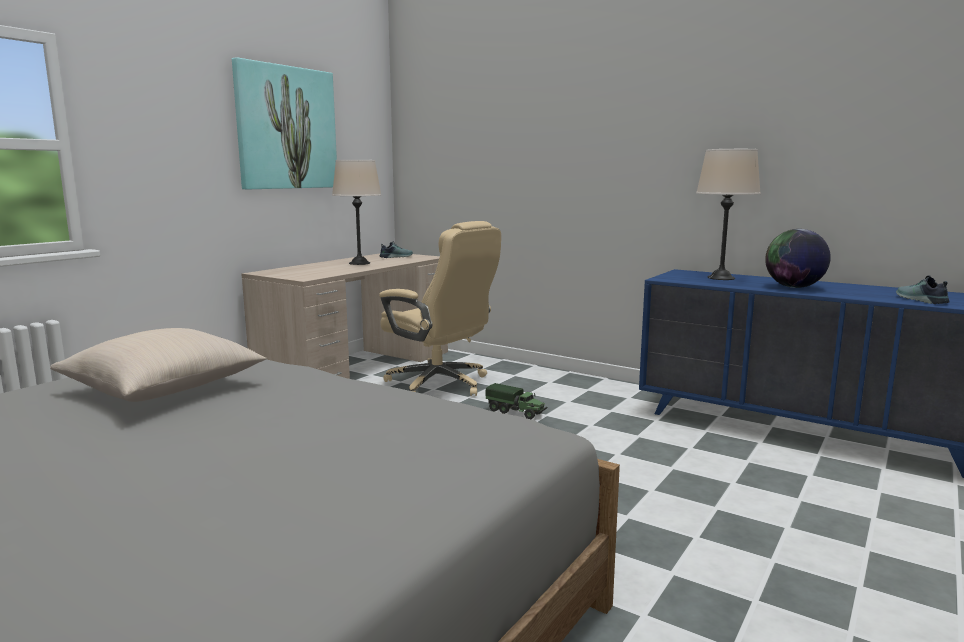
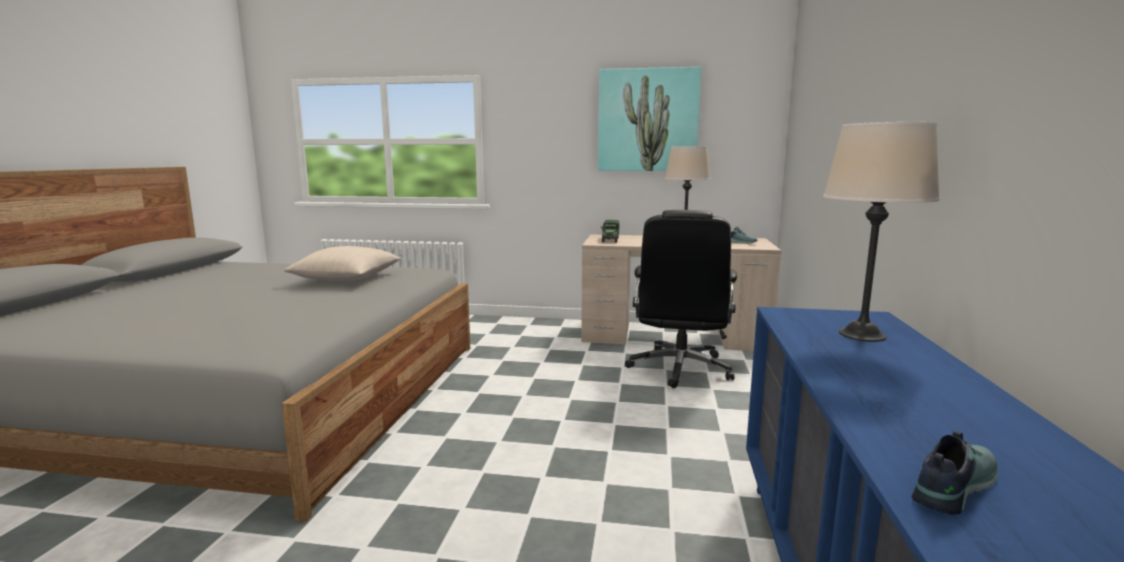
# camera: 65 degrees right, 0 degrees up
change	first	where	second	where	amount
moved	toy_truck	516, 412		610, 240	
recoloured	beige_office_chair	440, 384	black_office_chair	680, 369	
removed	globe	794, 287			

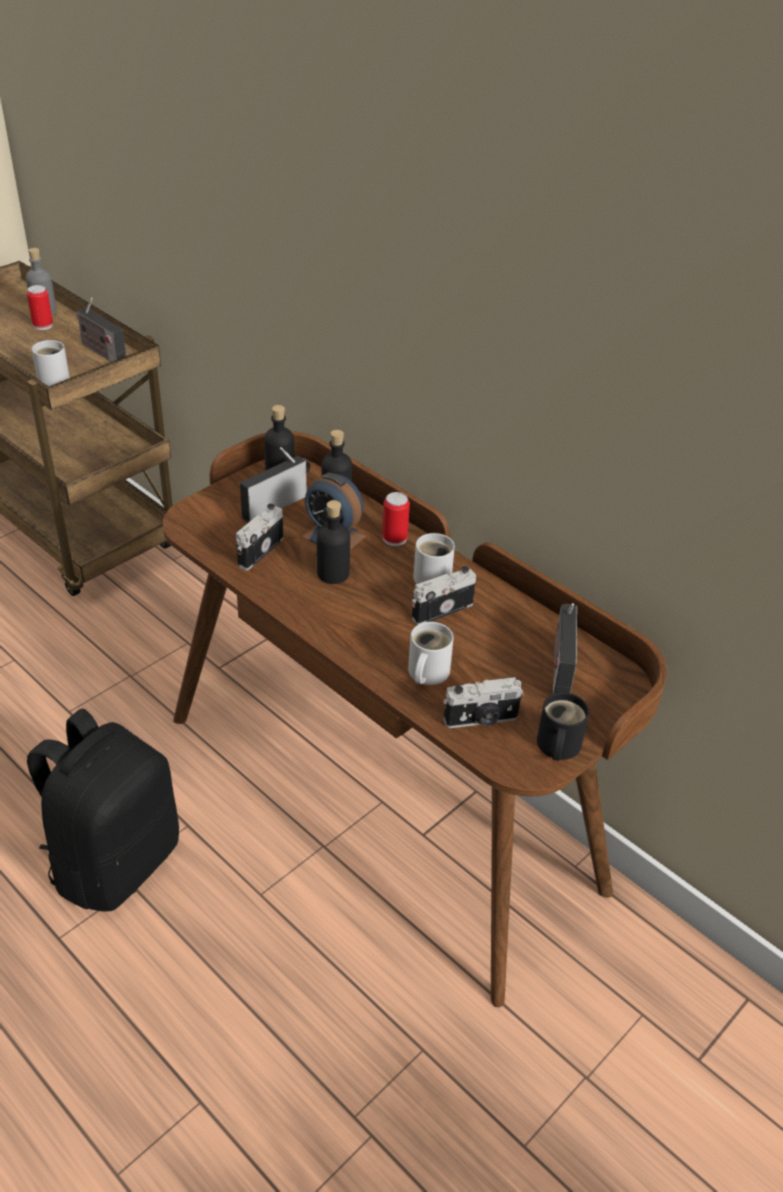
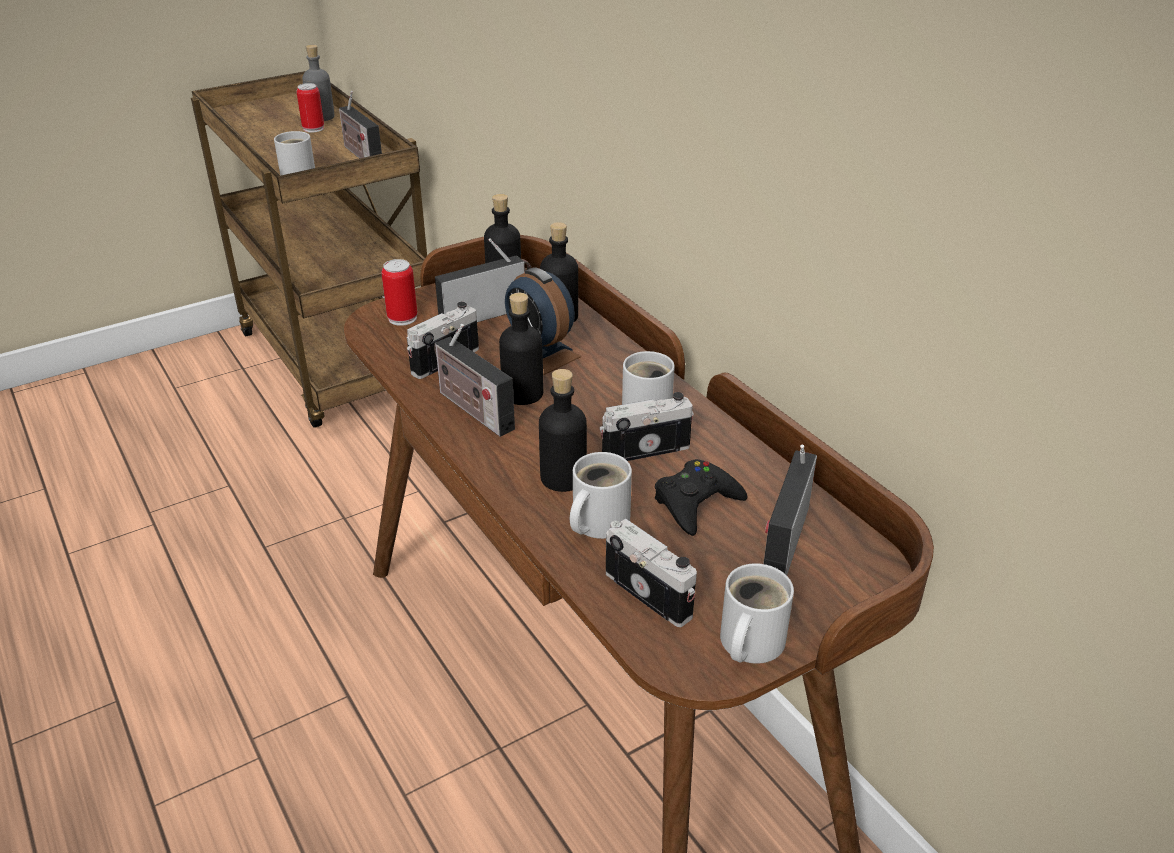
# camera: 15 degrees right, 5 degrees down
change	first	where	second	where	amount
moved	can	394, 538		402, 318	
added			radio	472, 409	
added			black_bottle	563, 477	
turned	photo_camera	481, 720		650, 592	135 degrees counterclockwise
added			black_game_controller	696, 503	
recoloured	black_mug	556, 746	white_mug	747, 643	
removed	black_backpack	115, 861			

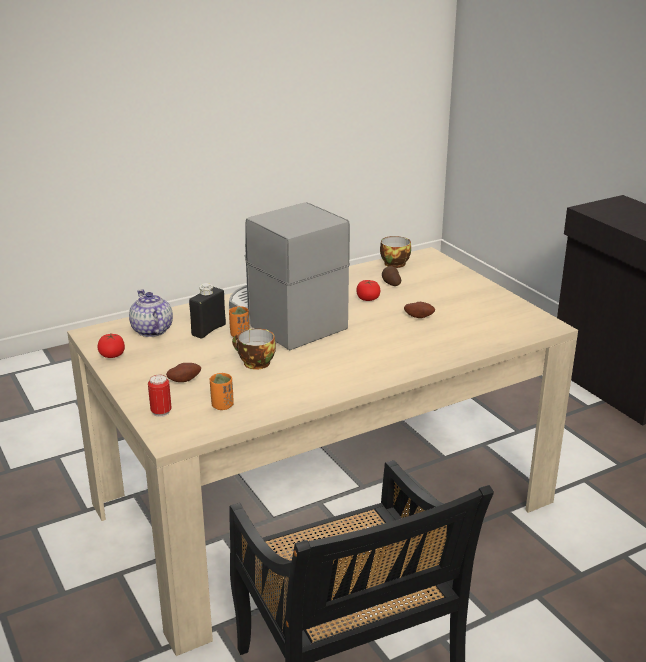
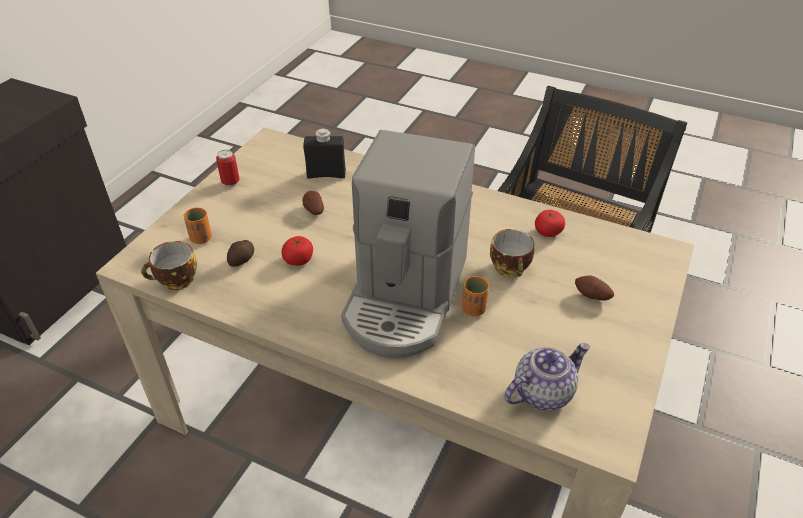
# camera: 125 degrees left, 15 degrees up
change	first	where	second	where	amount
moved	orange_cup	222, 405		201, 238	
moved	can	161, 412		230, 182	
moved	black_bottle	208, 330		326, 174	
turned	teapot	151, 330		542, 392	150 degrees counterclockwise
moved	tomato	112, 354		548, 232	

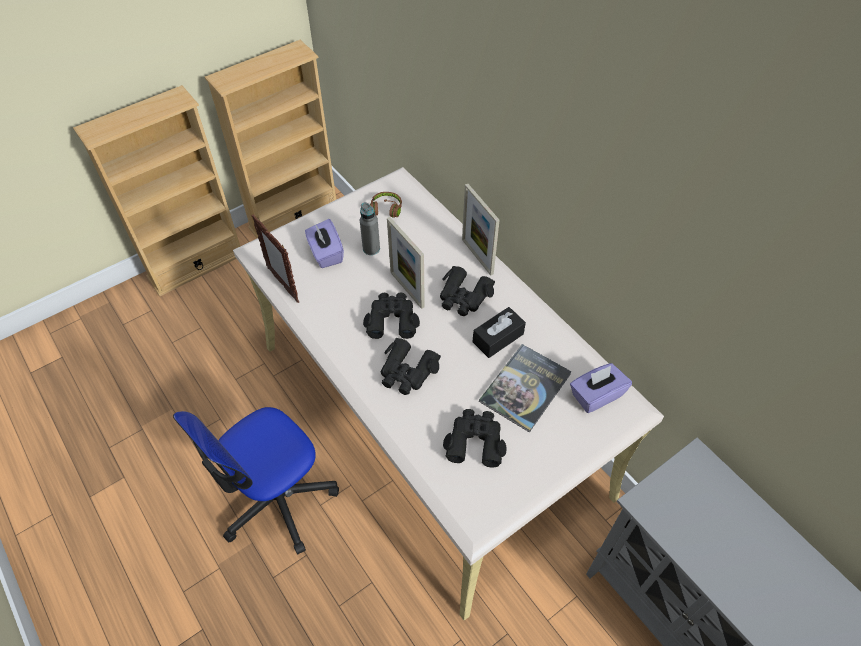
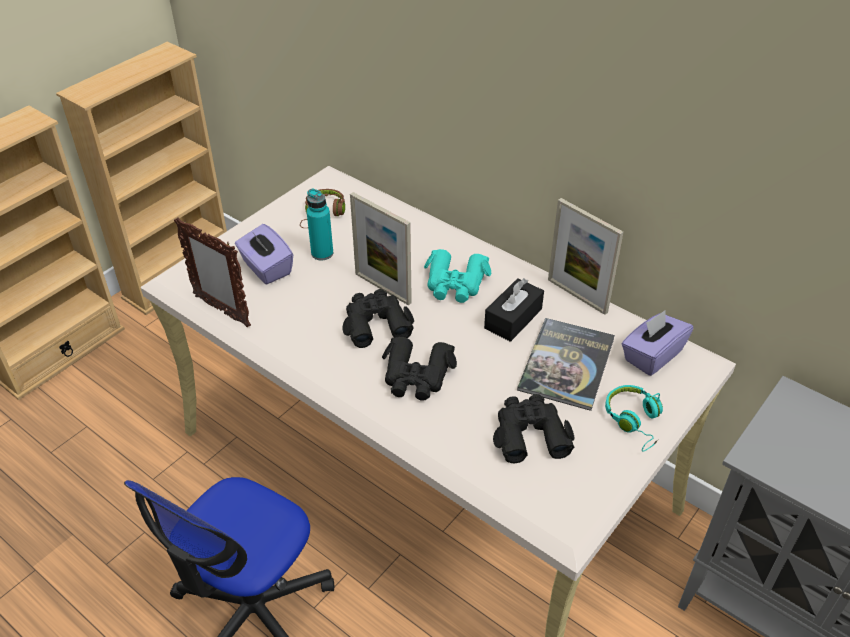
# camera: 15 degrees left, 10 degrees down
change	first	where	second	where	amount
recoloured	grey_bottle	371, 249	turquoise_bottle	322, 253	
recoloured	black_binoculars	464, 297	turquoise_binoculars	455, 284	
moved	picture_frame	477, 256		577, 296	
added			turquoise_headphones	635, 421	

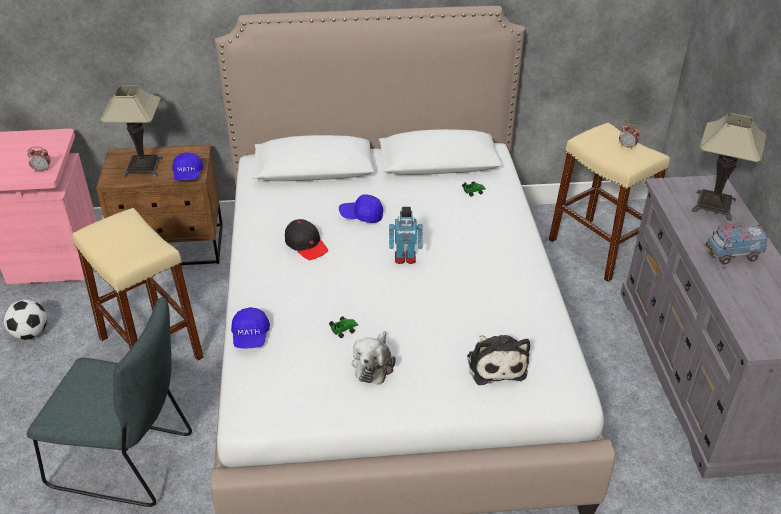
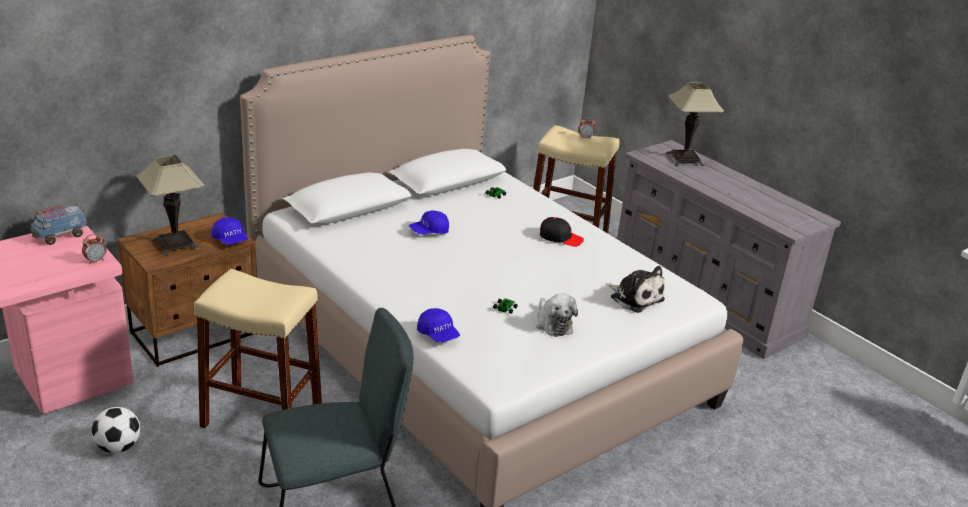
# camera: 35 degrees left, 10 degrees down
change	first	where	second	where	amount
moved	toy_truck	732, 255		60, 236	
moved	black_cap	306, 245		560, 238	
removed	toy_robot	405, 258			

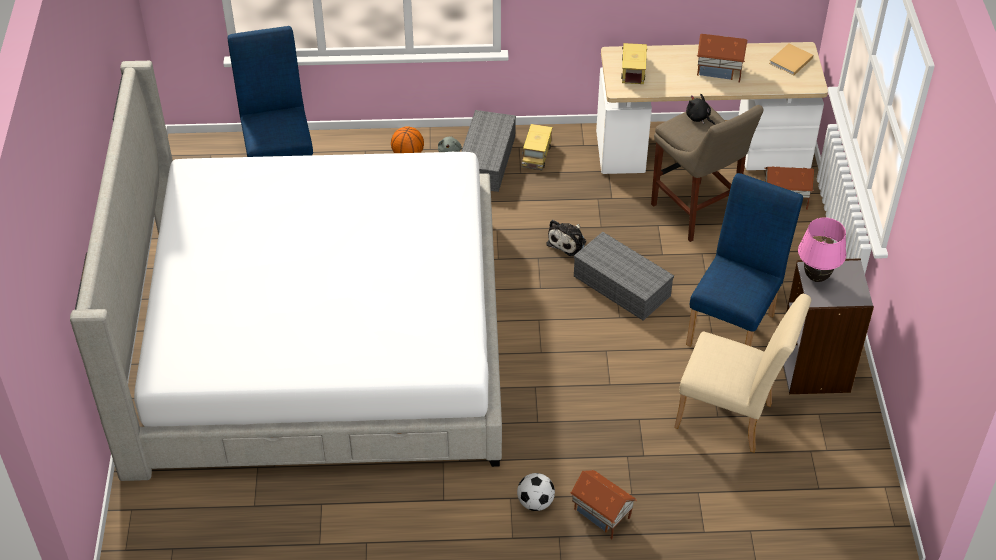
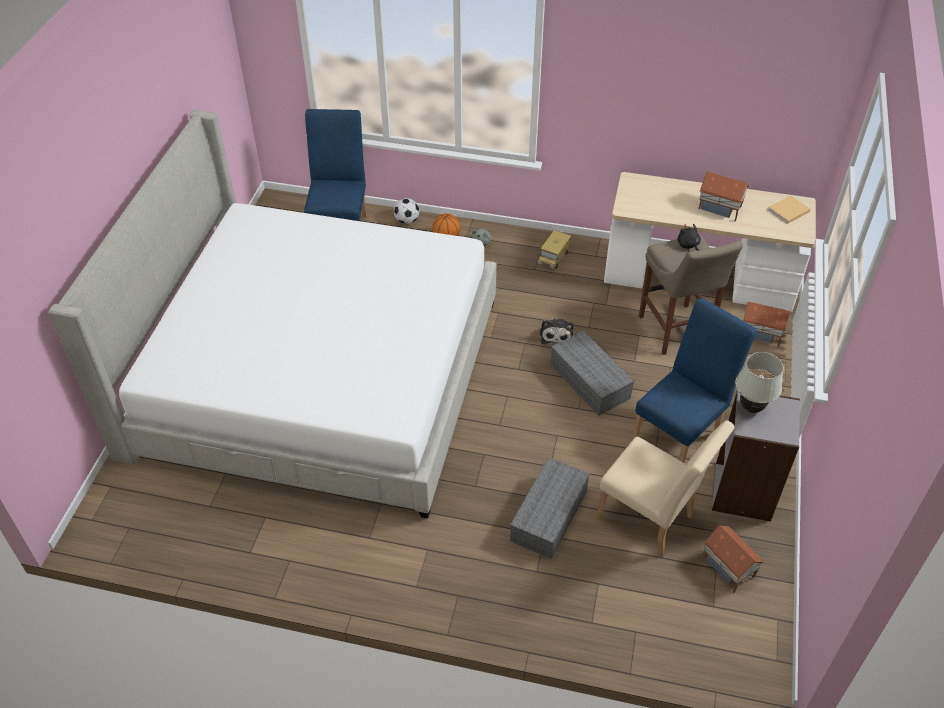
# camera: 15 degrees right, 0 degrees up
change	first	where	second	where	amount
moved	football	535, 502		407, 220	
moved	grey_storage_box	487, 161		549, 517	
turned	plush_toy	568, 242		555, 334	45 degrees counterclockwise
moved	toy_house	601, 515		727, 569	
recoloured	pink_table_lamp	816, 277	white_table_lamp	751, 408	
removed	toy_truck	633, 70			

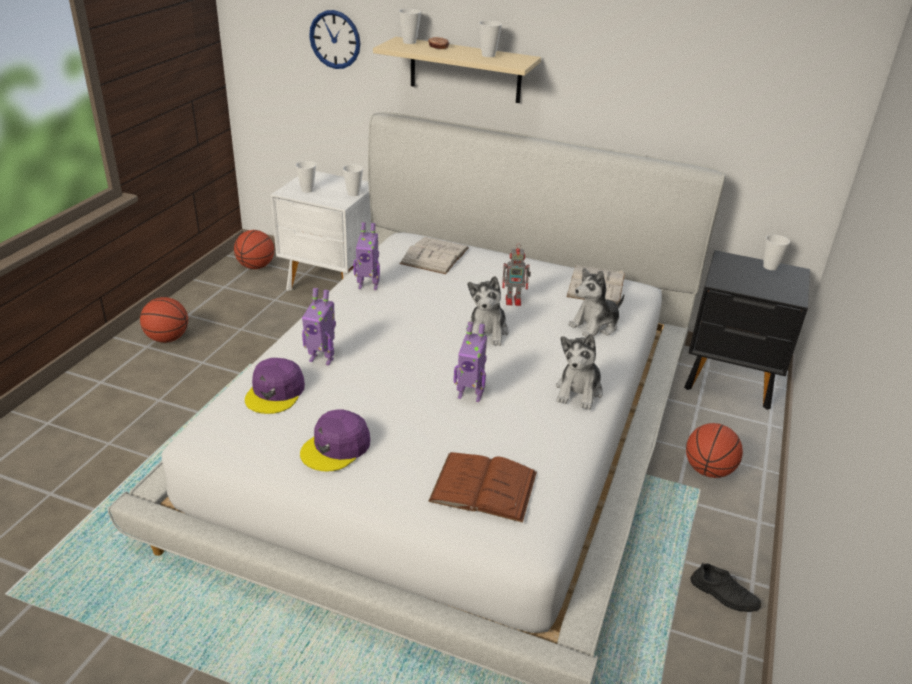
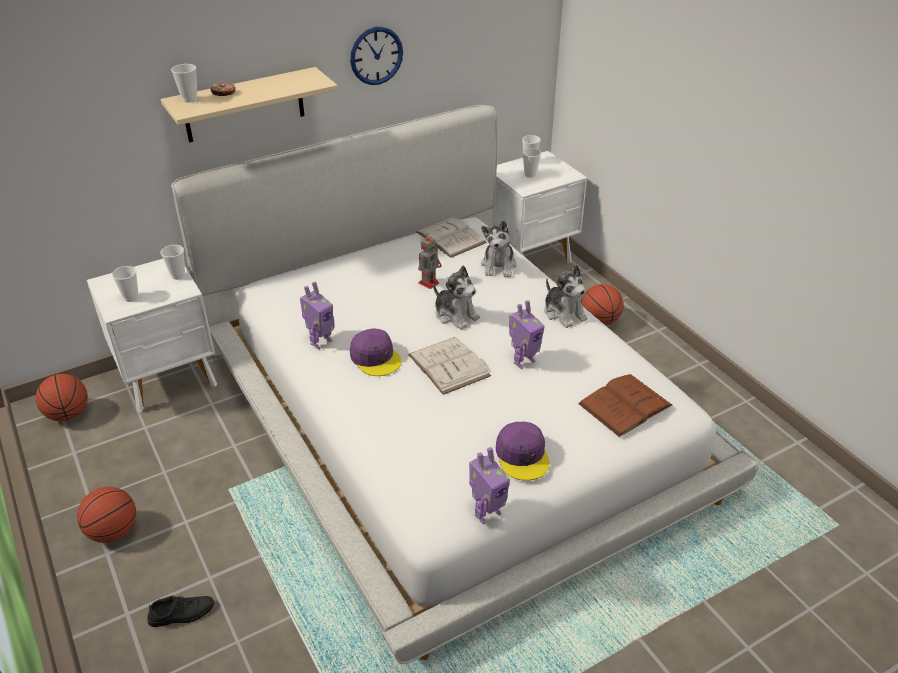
# camera: 50 degrees left, 5 degrees up
change	first	where	second	where	amount
moved	black_shoe	724, 594		181, 614	
moved	wall_clock	335, 39		376, 55	
moved	purple_cap	275, 392		375, 357	
moved	white_book	434, 255		449, 365	
moved	toy_robot	322, 359		486, 513	
recoloured	black_nightstand	731, 380	white_nightstand	530, 258	
moved	cup	488, 55		530, 175	

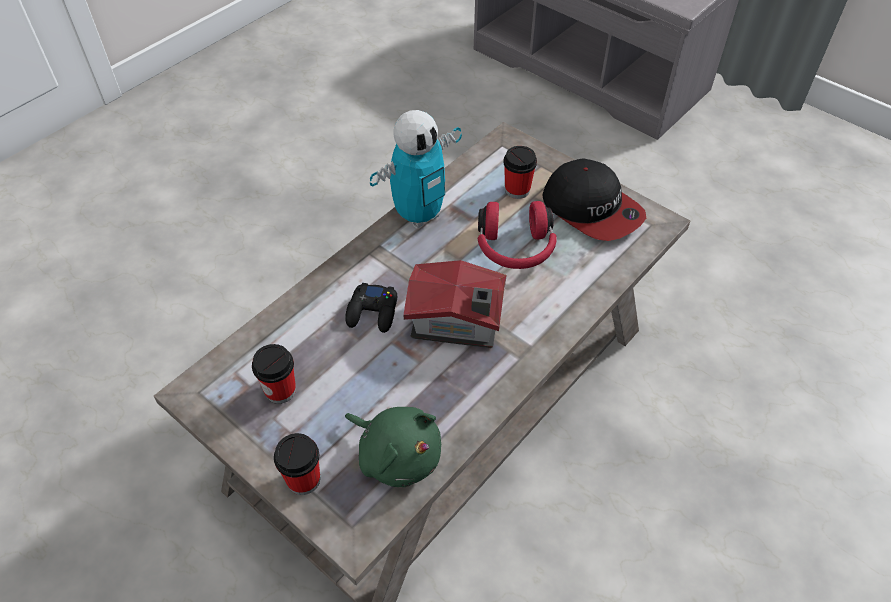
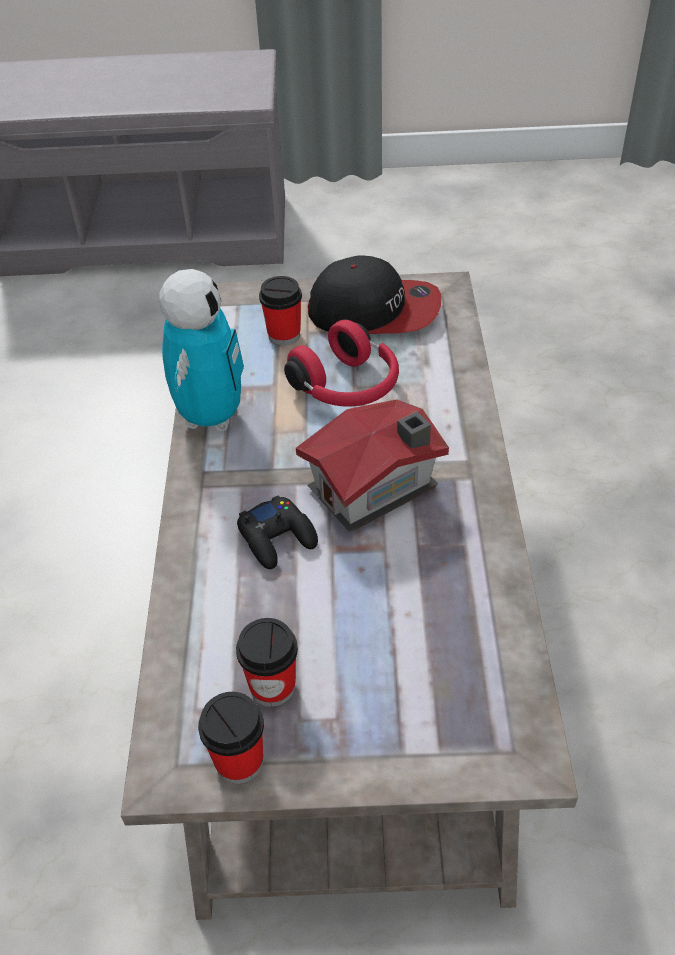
# camera: 40 degrees left, 5 degrees down
change	first	where	second	where	amount
moved	cup	303, 479		239, 761	
removed	green_plush_toy	397, 455			

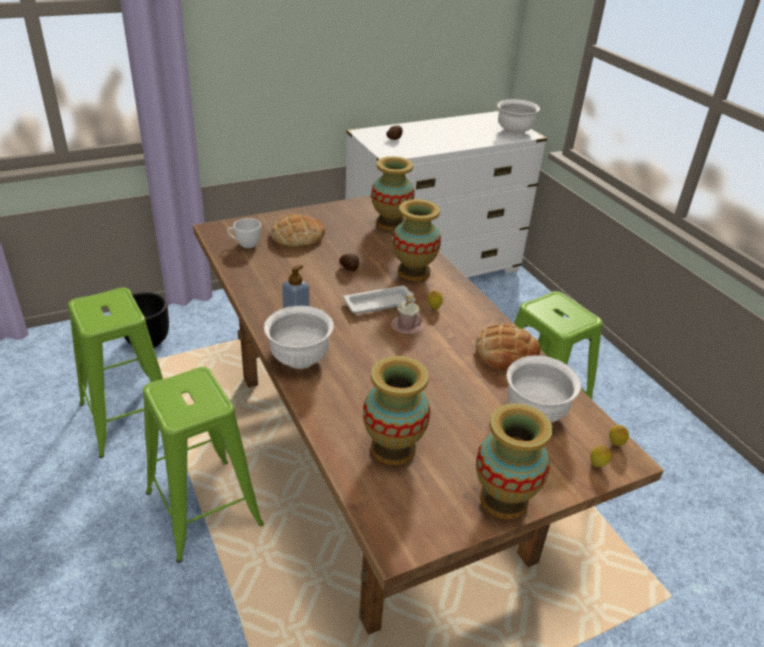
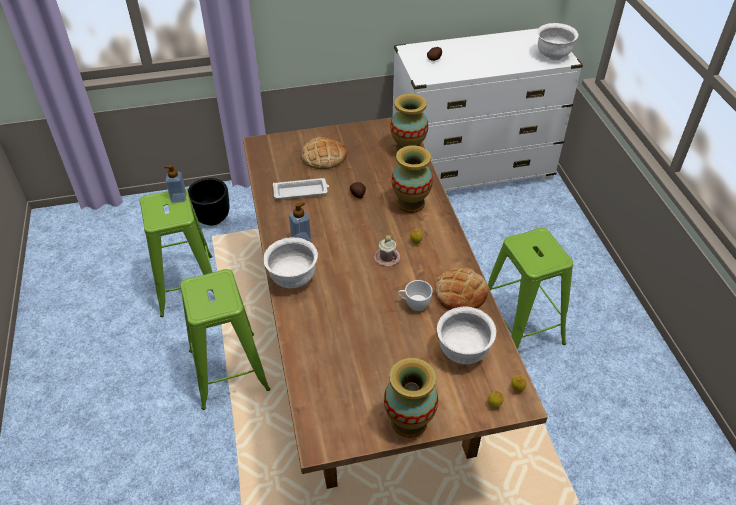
# camera: 15 degrees right, 10 degrees up
change	first	where	second	where	amount
added			soap_dispenser	178, 198	
moved	white_tray	380, 303		301, 191	
moved	white_cup	245, 244		414, 304	
removed	vase	393, 448			

